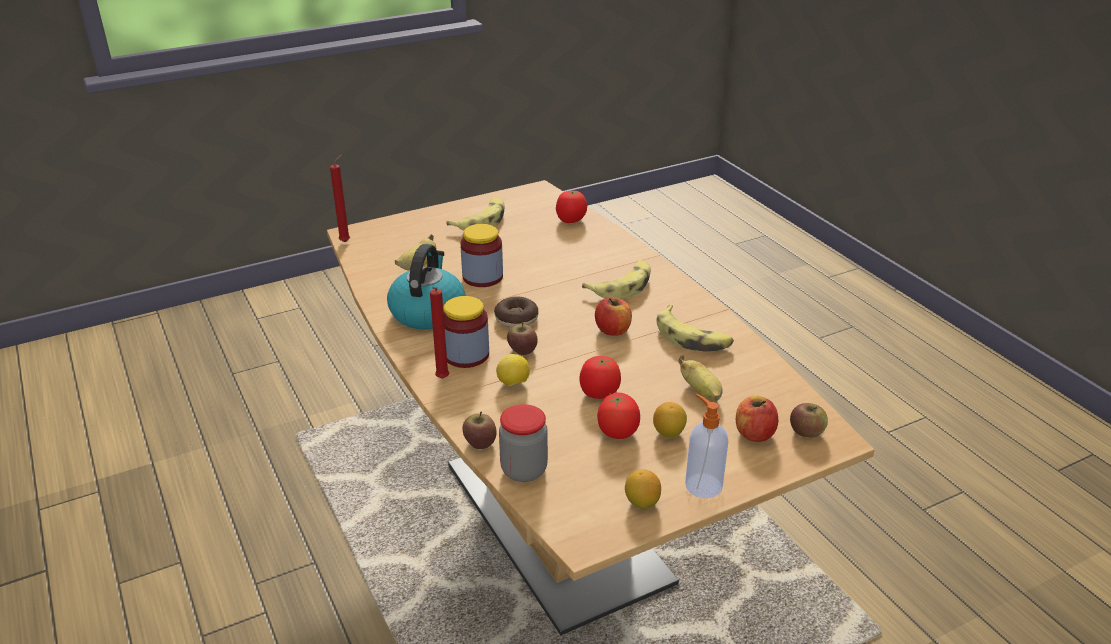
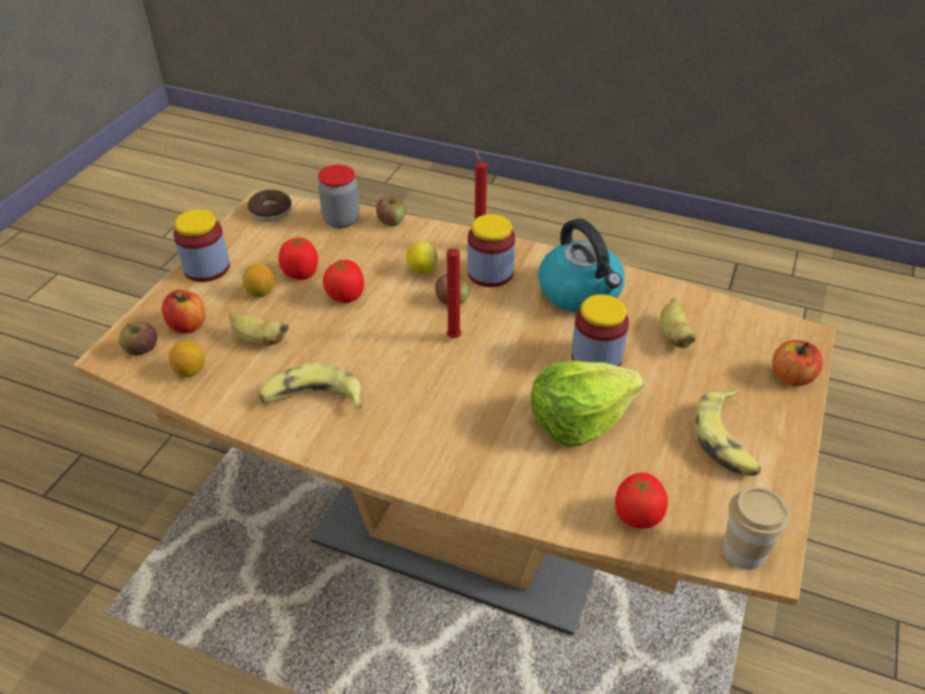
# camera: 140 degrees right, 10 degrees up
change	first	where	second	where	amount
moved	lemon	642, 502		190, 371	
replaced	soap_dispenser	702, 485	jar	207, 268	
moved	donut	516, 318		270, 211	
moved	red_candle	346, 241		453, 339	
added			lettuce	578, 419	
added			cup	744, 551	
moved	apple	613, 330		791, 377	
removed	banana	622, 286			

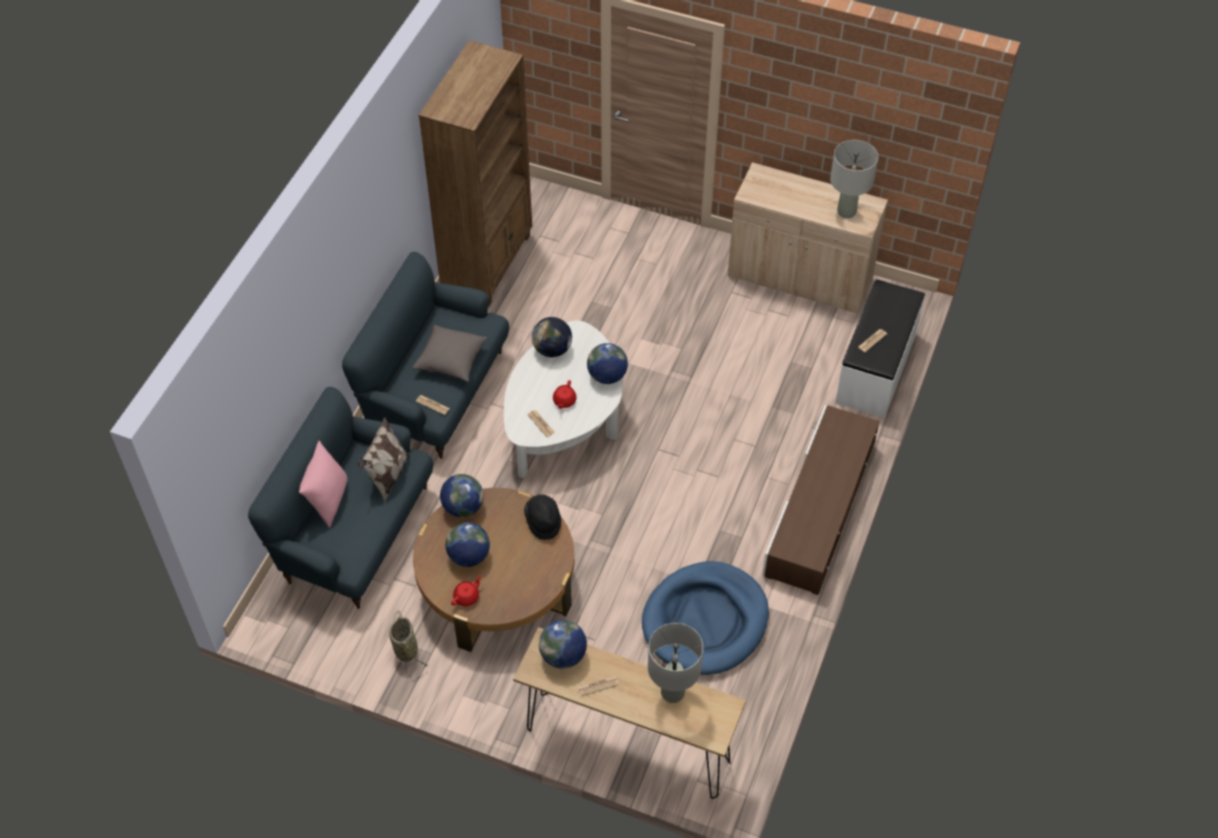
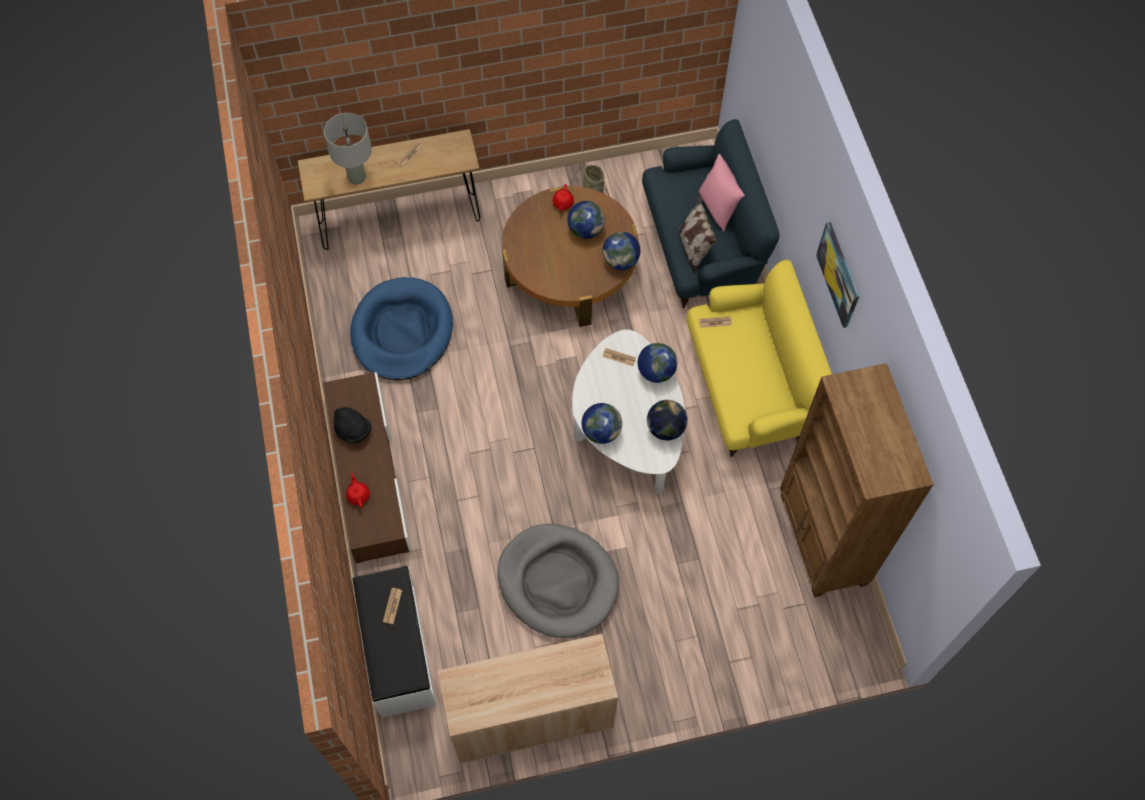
# camera: 145 degrees right, 10 degrees up
change	first	where	second	where	amount
moved	black_hat	543, 521		353, 430	
moved	red_teapot	564, 401		358, 495	
added			grey_dog_bed	557, 582	
moved	globe	563, 655		656, 372	
recoloured	blue_sofa	435, 393	yellow_sofa	748, 387	
added			picture	839, 274	
removed	grey_pillow	451, 361			
removed	grey_table_lamp	846, 211			

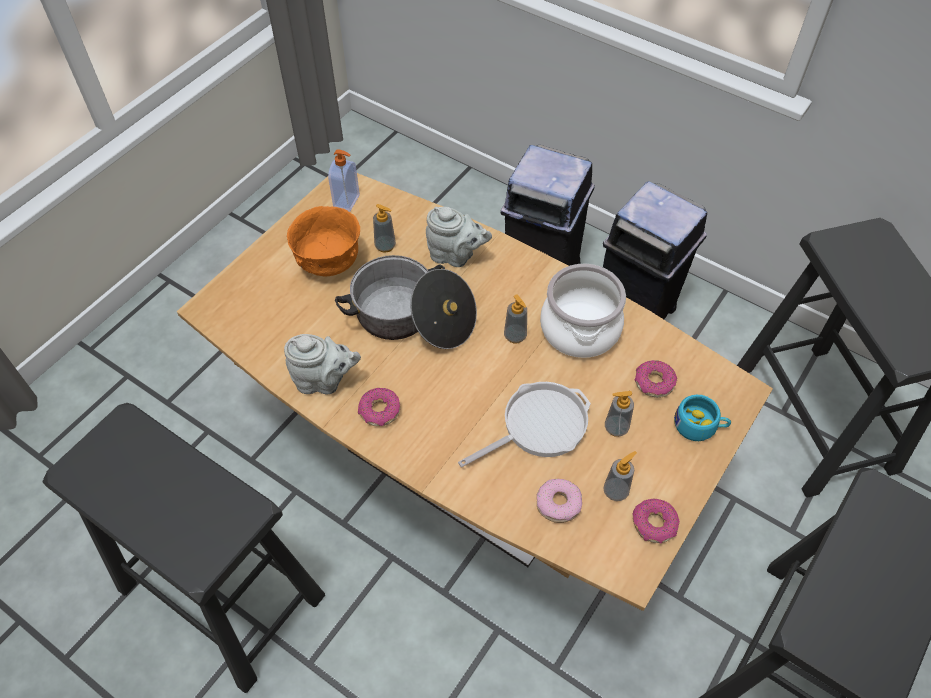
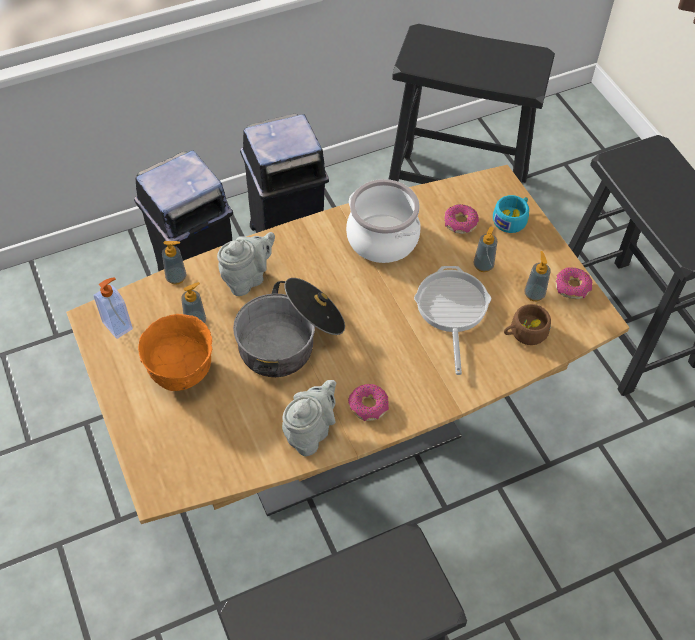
# camera: 60 degrees left, 0 degrees up
change	first	where	second	where	amount
moved	soap_dispenser	515, 336		176, 277	
replaced	donut	558, 504	brown_cup	524, 332	

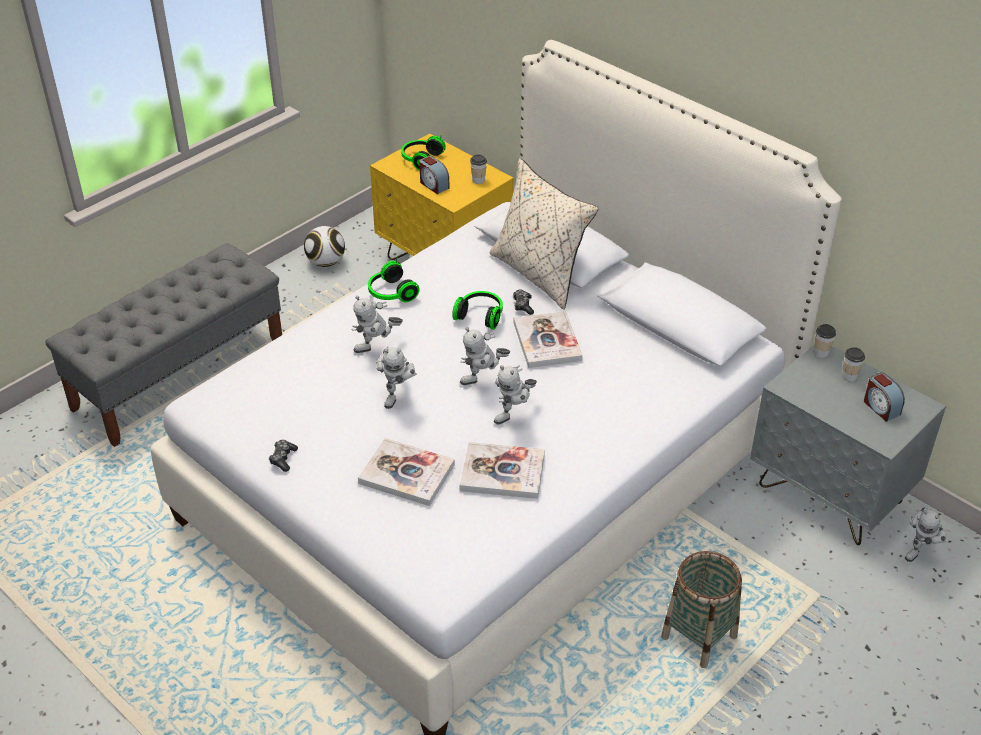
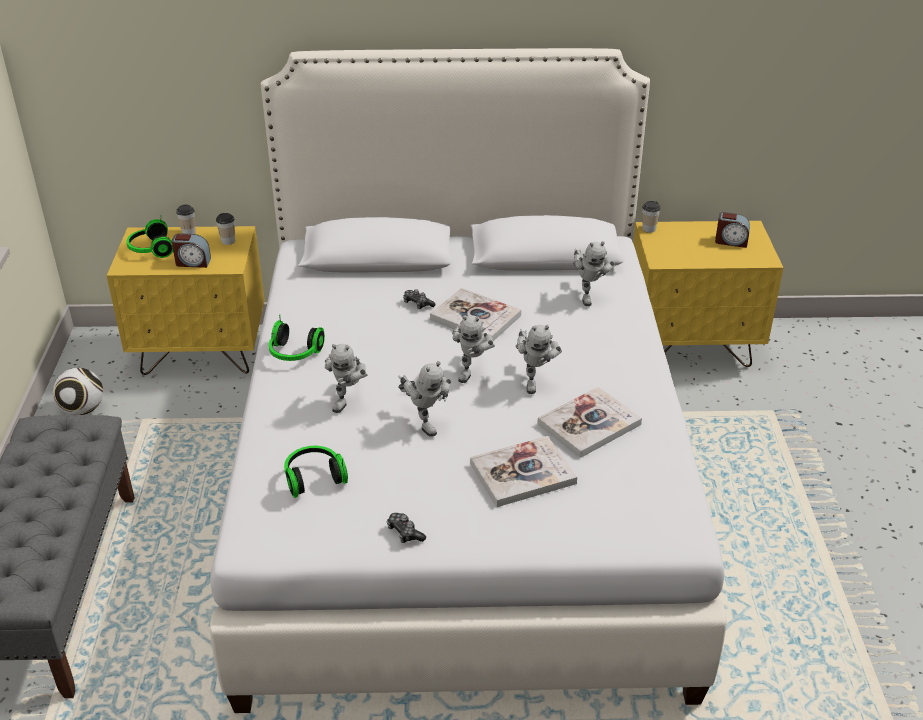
# camera: 45 degrees left, 5 degrees down
change	first	where	second	where	amount
moved	cup	849, 376		189, 232	
moved	headphones	480, 315		313, 478	
moved	toy_robot	920, 551		588, 295	
recoloured	grey_nightstand	830, 495	yellow_nightstand	691, 347	
removed	beige_pillow	540, 274			
removed	basket	699, 637			

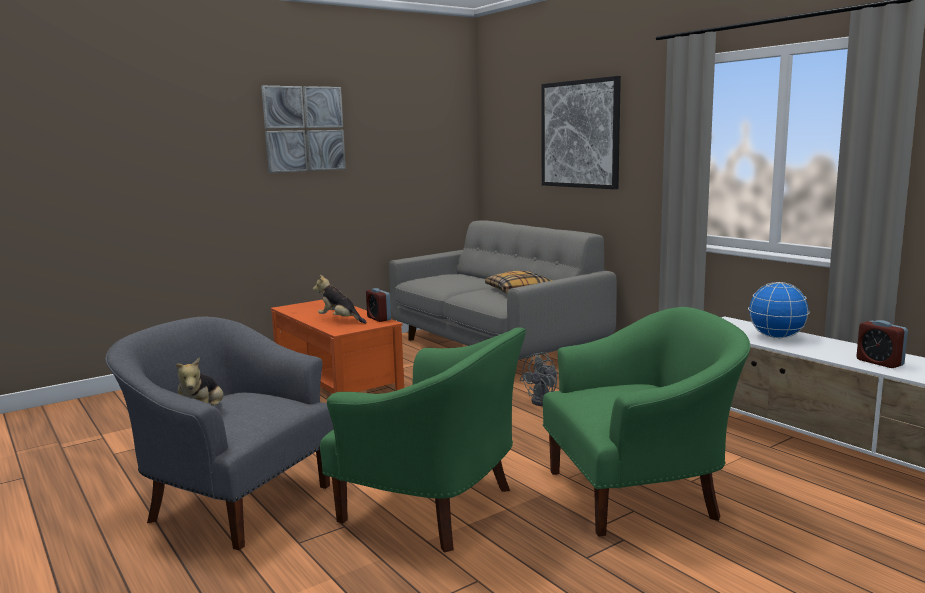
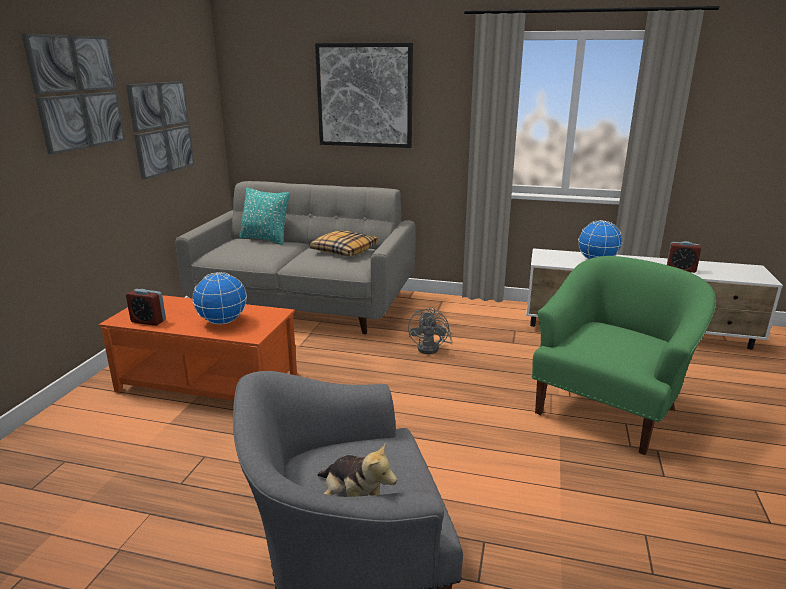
# camera: 40 degrees left, 10 degrees up
change	first	where	second	where	amount
added			picture	161, 128	
moved	alarm_clock	379, 318		148, 321	
replaced	plush_toy	340, 320	globe	223, 321	
added			turquoise_pillow	265, 239	
removed	green_armchair	434, 508			

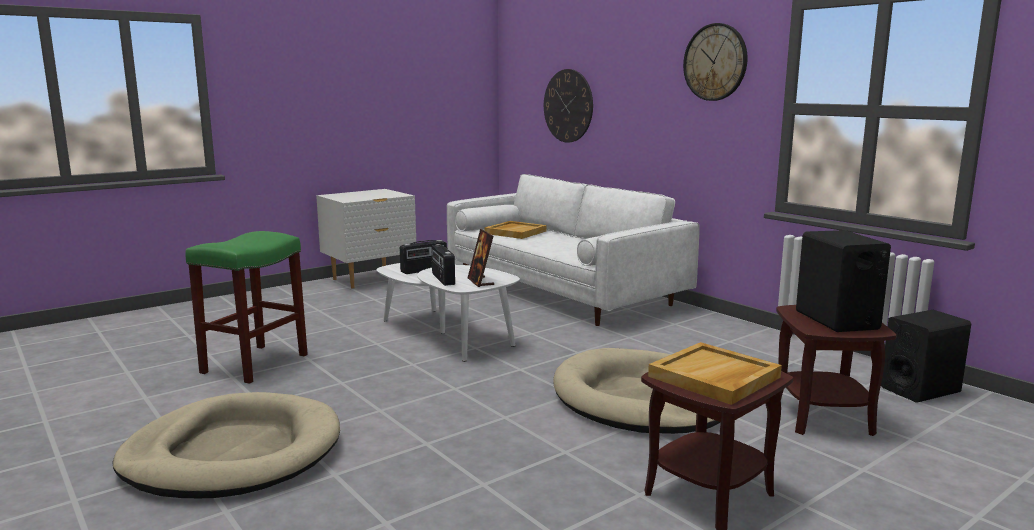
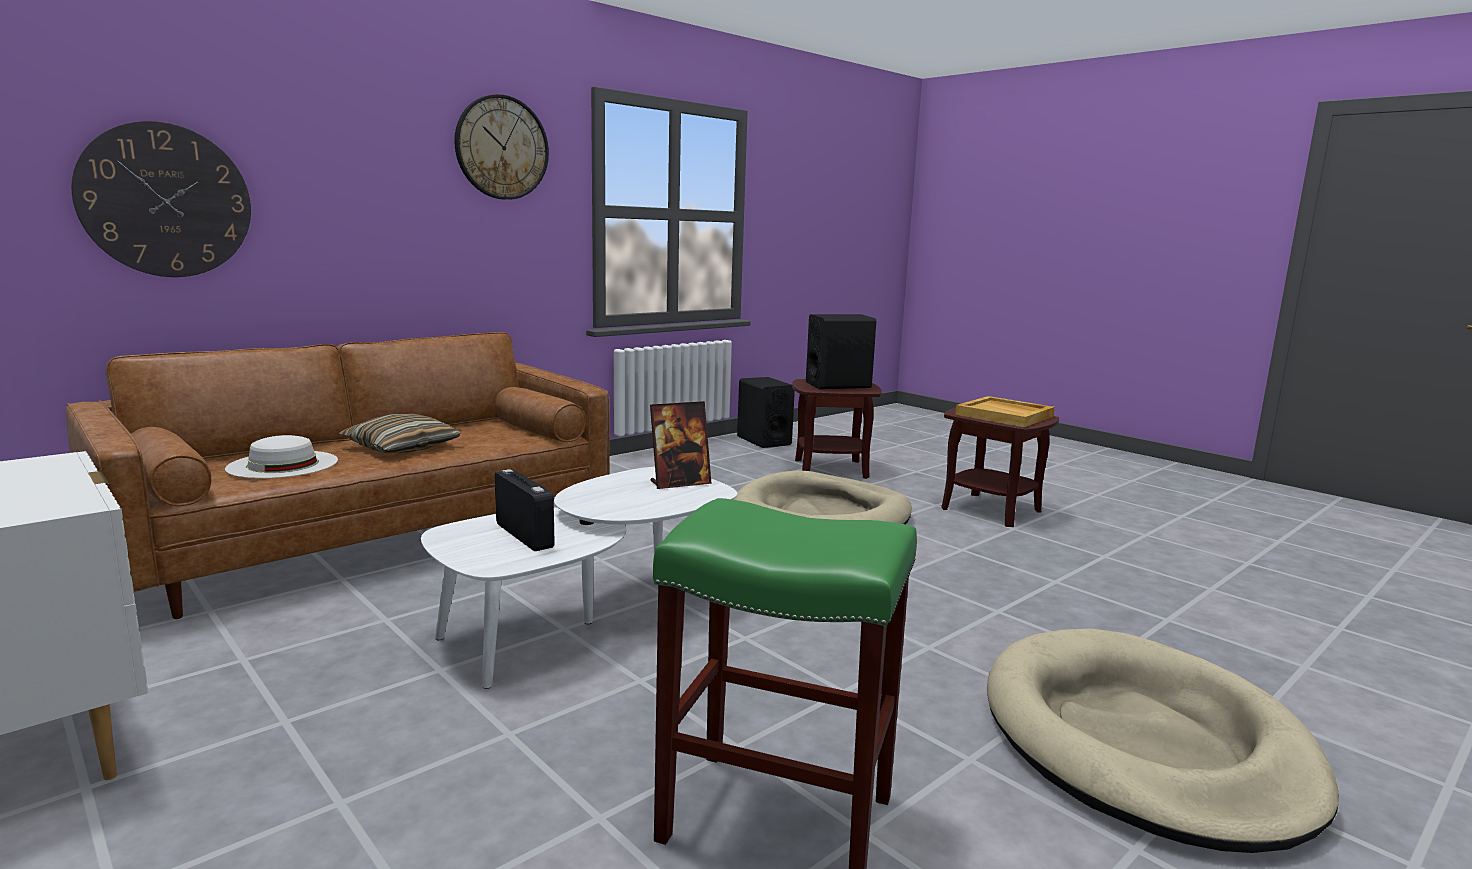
# camera: 95 degrees left, 0 degrees up
change	first	where	second	where	amount
recoloured	white_sofa	561, 291	brown_sofa	371, 537	
replaced	beige_tray	515, 232	white_hat	283, 464	
added			pillow	402, 448	
removed	radio	442, 279			

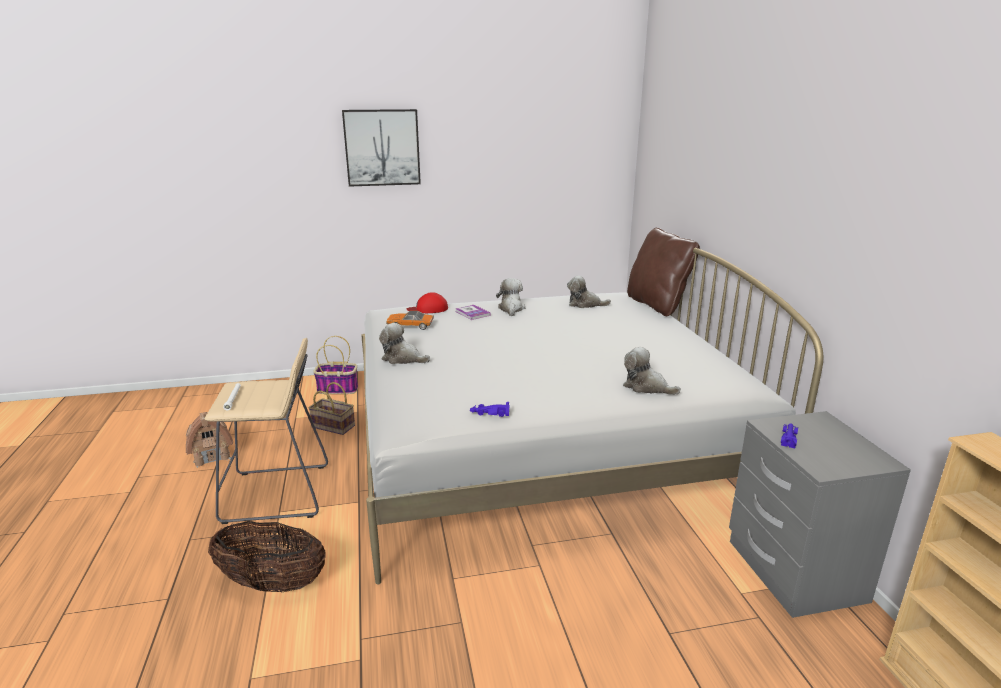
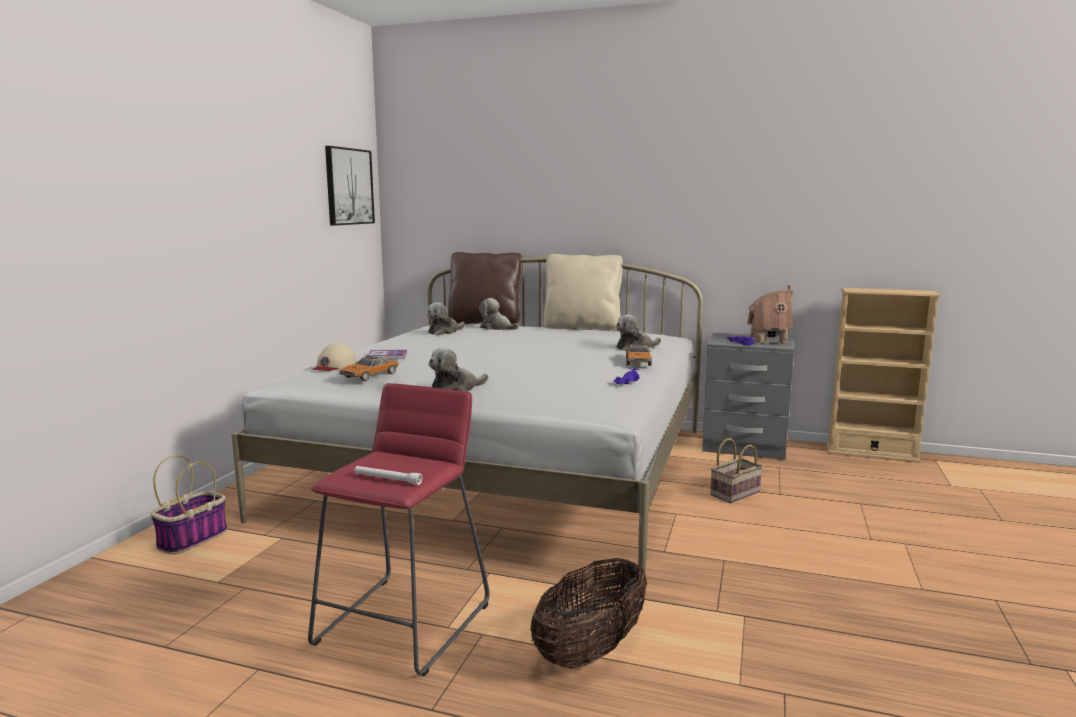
# camera: 60 degrees left, 10 degrees down
change	first	where	second	where	amount
recoloured	beige_stool	277, 494	red_stool	403, 623	
recoloured	red_cap	428, 309	beige_cap	334, 365	
moved	picture	382, 147		349, 186	
moved	plush_toy	511, 309		497, 328	
added			beige_pillow	582, 327	
added			toy_car	638, 361	
moved	basket	334, 426		735, 493	
moved	toy_house	212, 455		768, 340	

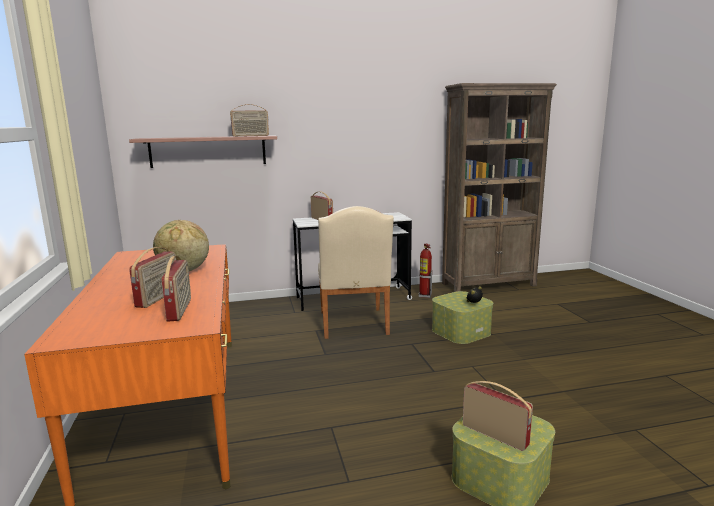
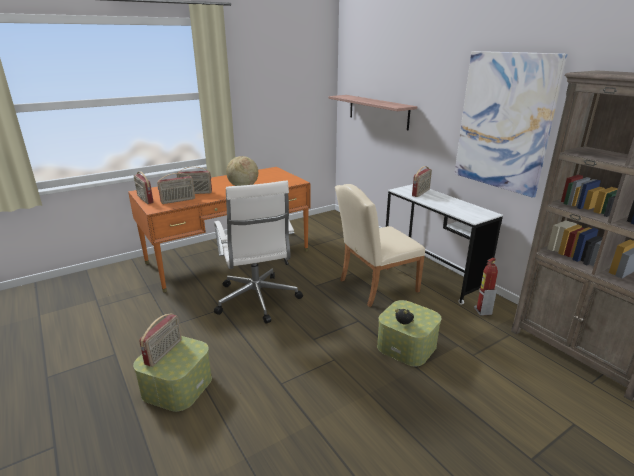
# camera: 70 degrees right, 10 degrees up
change	first	where	second	where	amount
moved	radio	250, 136		145, 199	
added			white_office_chair	257, 300	
added			picture	504, 122	

